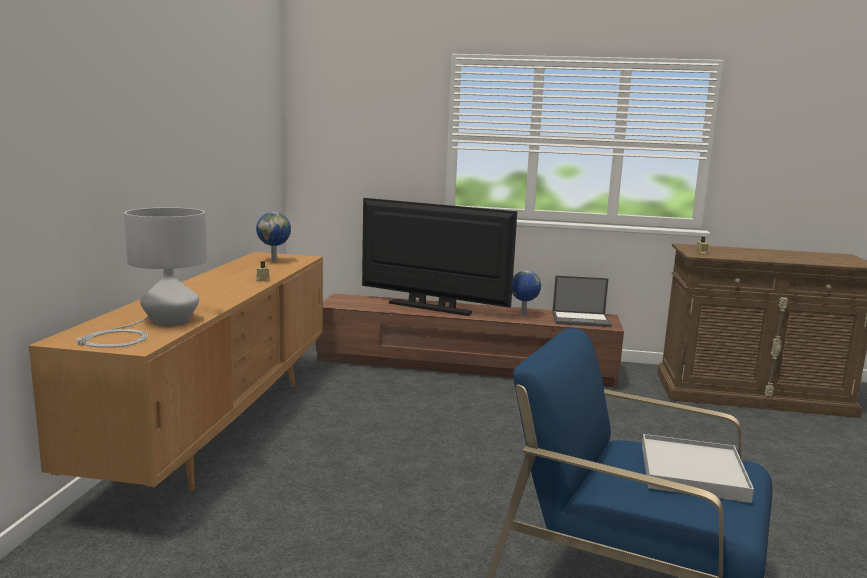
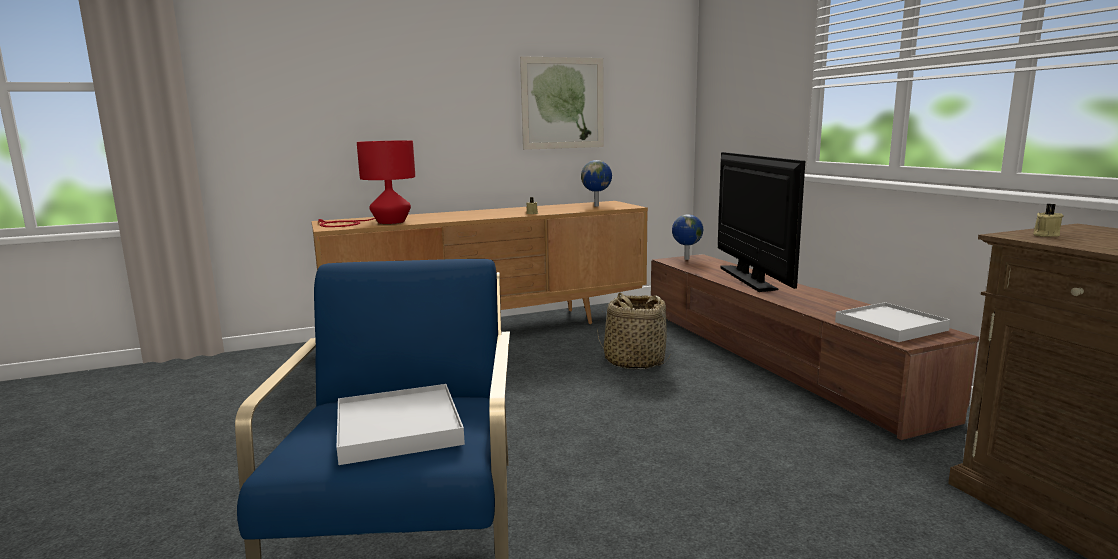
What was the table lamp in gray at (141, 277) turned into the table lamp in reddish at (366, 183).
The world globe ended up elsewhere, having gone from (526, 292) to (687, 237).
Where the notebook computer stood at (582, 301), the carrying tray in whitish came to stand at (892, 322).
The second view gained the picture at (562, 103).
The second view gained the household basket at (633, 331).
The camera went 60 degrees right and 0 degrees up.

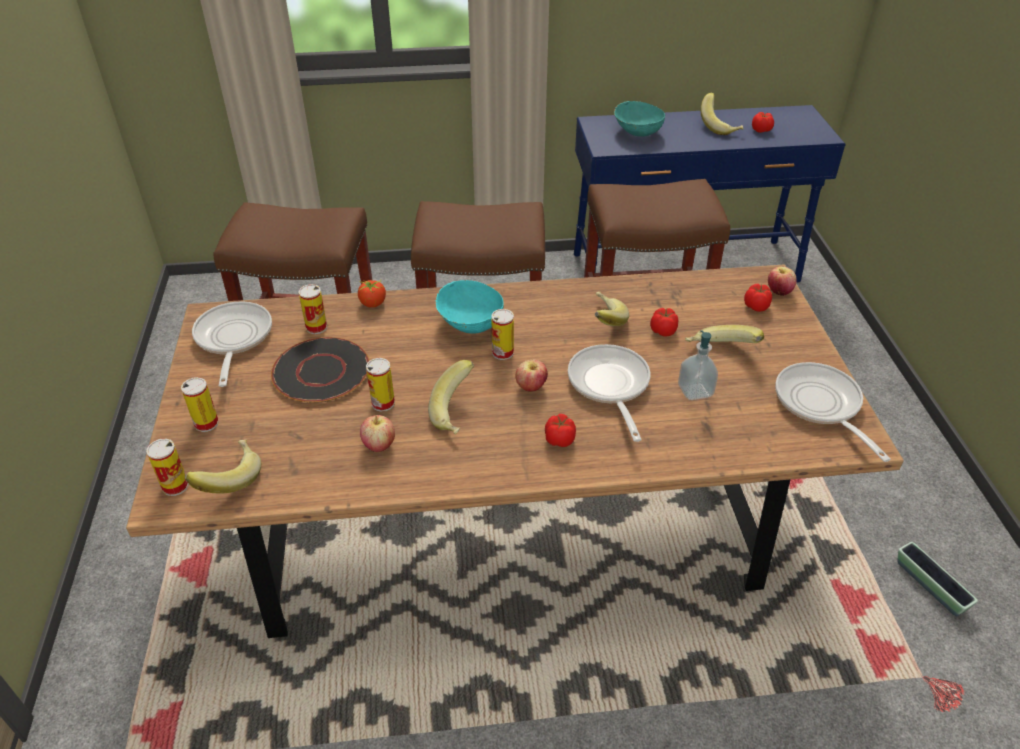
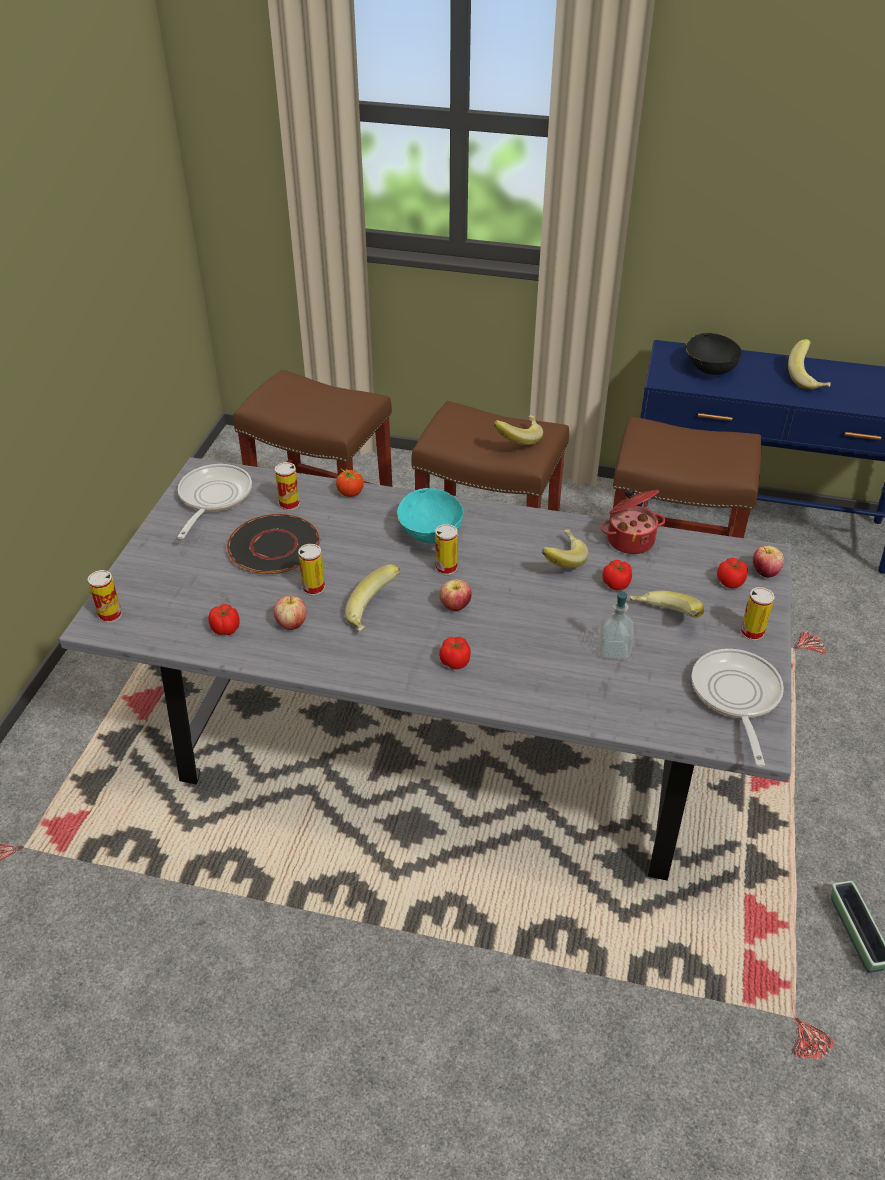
What was the deep dish in turquoise-coloured at (639, 119) turned into the deep dish in black at (714, 354).
The whole tomato ended up elsewhere, having gone from (763, 122) to (224, 619).
What was the dining table in brownish at (515, 451) turned into the dining table in gray at (425, 669).
The second view lost the skillet at (609, 393).
The can ended up elsewhere, having gone from (200, 404) to (757, 614).
The banana fruit ended up elsewhere, having gone from (223, 466) to (518, 430).
The second view gained the stockpot at (633, 521).
The camera went 20 degrees right and 0 degrees up.

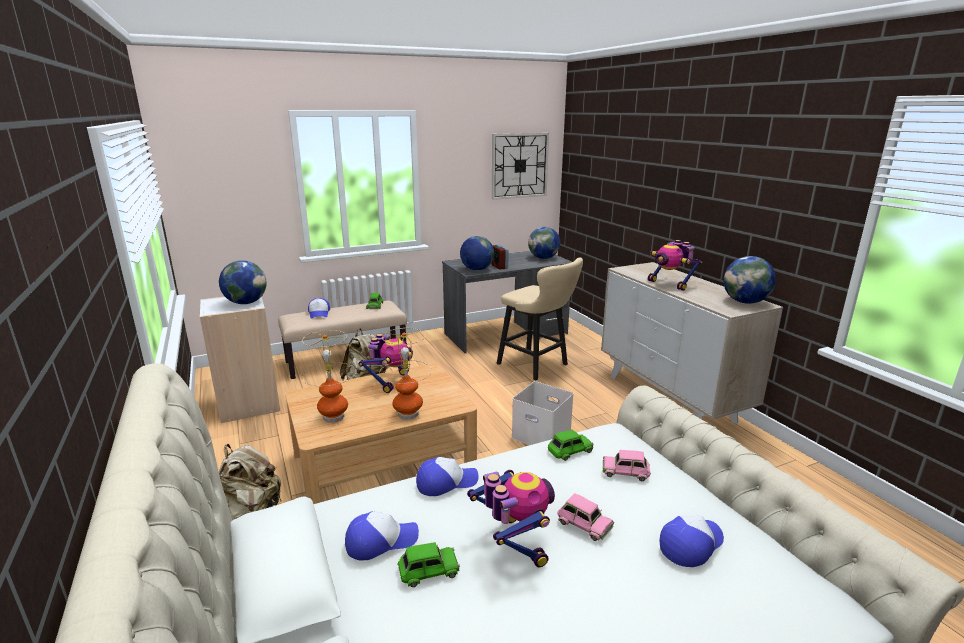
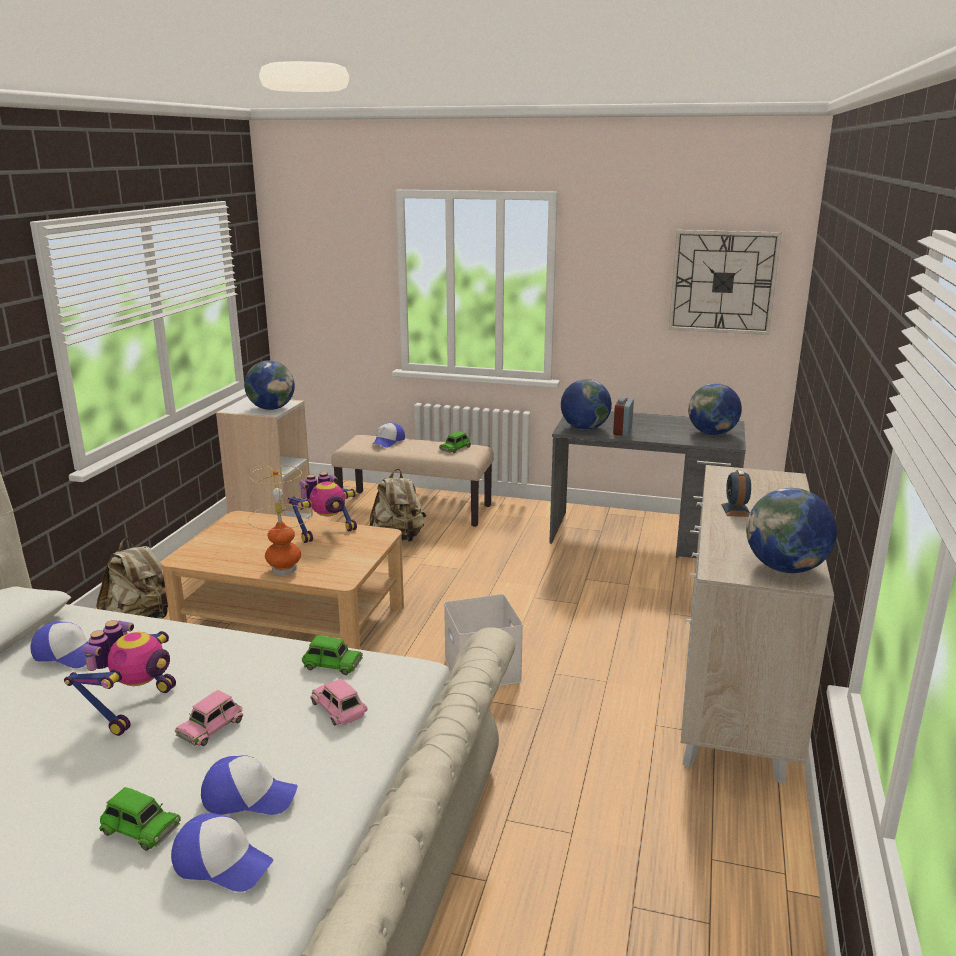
Where the toy robot stood at (675, 265), the bedside clock came to stand at (736, 493).
The second view lost the sitting stool in beige-coloured at (539, 319).
The second view lost the table lamp at (328, 376).
The baseball cap ended up elsewhere, having gone from (447, 476) to (222, 852).
The model car in pink at (586, 517) ended up facing another way, 45 degrees clockwise from before.
The model car in green-coloured ended up elsewhere, having gone from (428, 564) to (140, 819).
The camera went 40 degrees right and 0 degrees up.

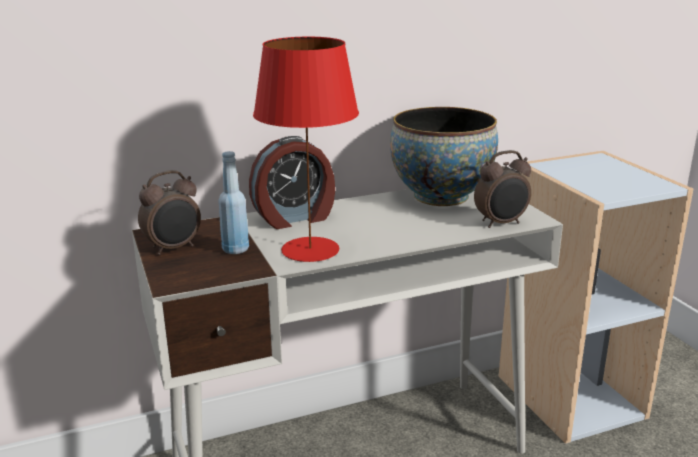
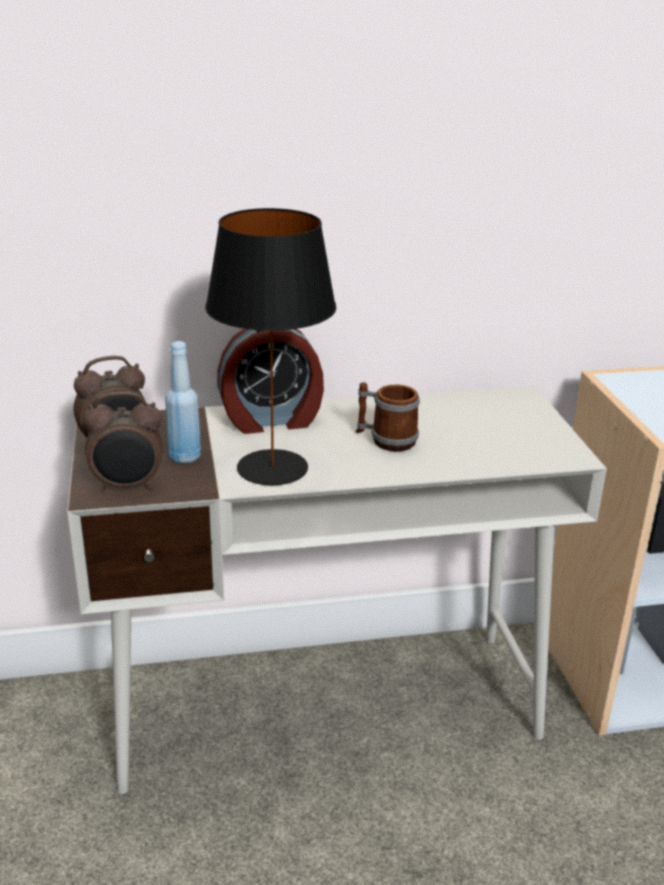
What was the table lamp in reddish at (306, 149) turned into the table lamp in black at (270, 347).
The second view lost the deep dish at (444, 156).
The bedside clock ended up elsewhere, having gone from (502, 189) to (123, 441).
The second view gained the coffee mug at (388, 416).
The camera went 10 degrees right and 5 degrees up.

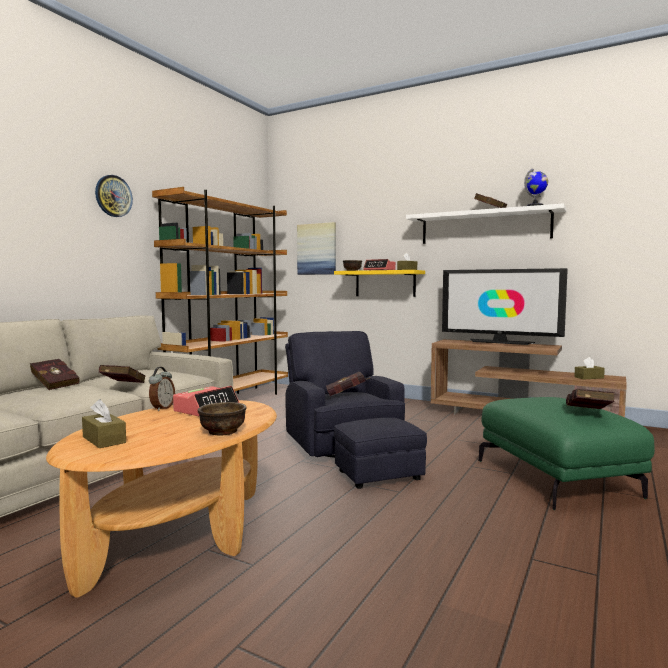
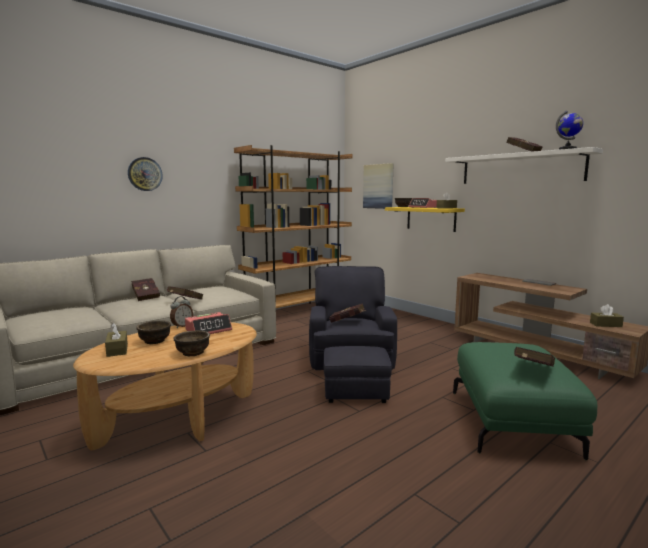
The wall clock ended up elsewhere, having gone from (114, 196) to (145, 174).
The second view lost the TV set at (505, 306).
The second view gained the deep dish in brownish at (153, 332).
The camera went 20 degrees right and 5 degrees up.

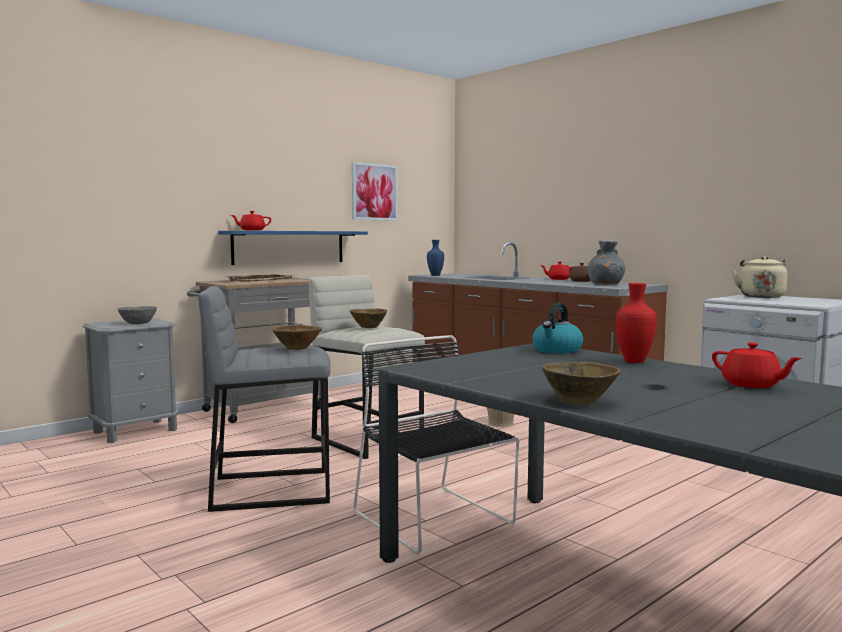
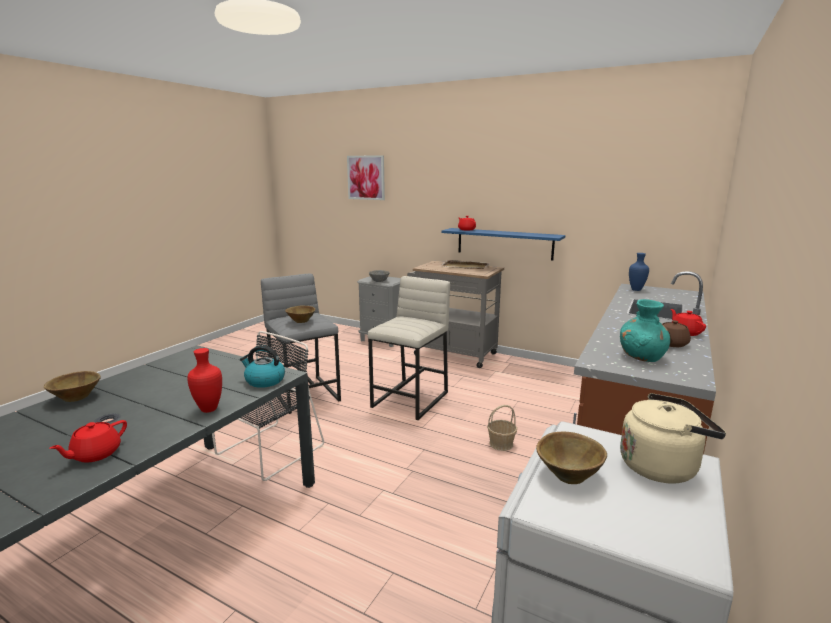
The picture ended up elsewhere, having gone from (375, 191) to (366, 177).
What was the decorative vase in gray at (606, 262) turned into the decorative vase in turquoise-coloured at (645, 330).
The deep dish in brownish ended up elsewhere, having gone from (368, 318) to (571, 457).
The camera went 70 degrees right and 10 degrees up.

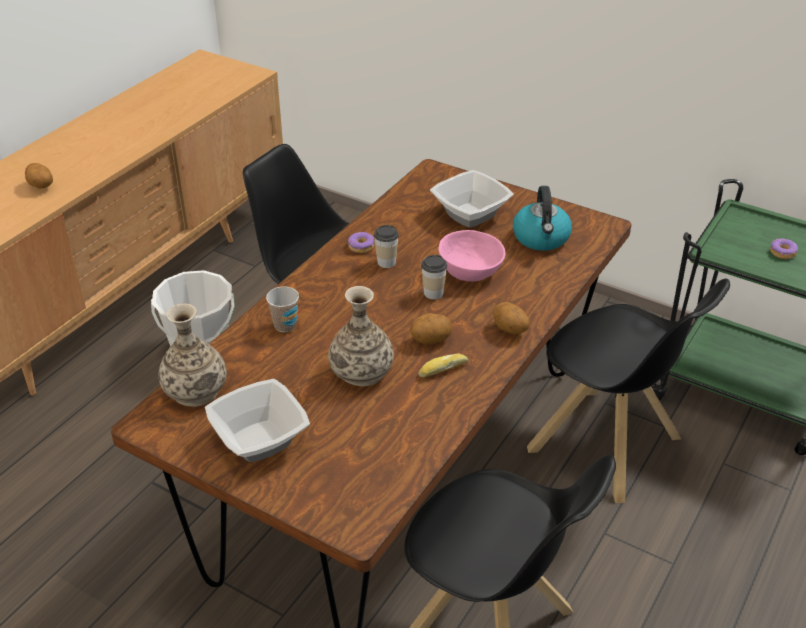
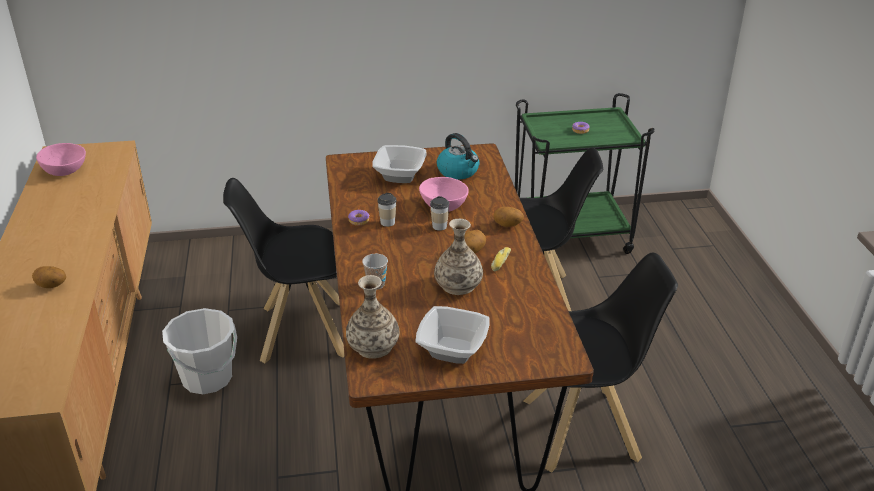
The second view gained the deep dish in pink at (61, 159).
The camera went 40 degrees left and 5 degrees down.

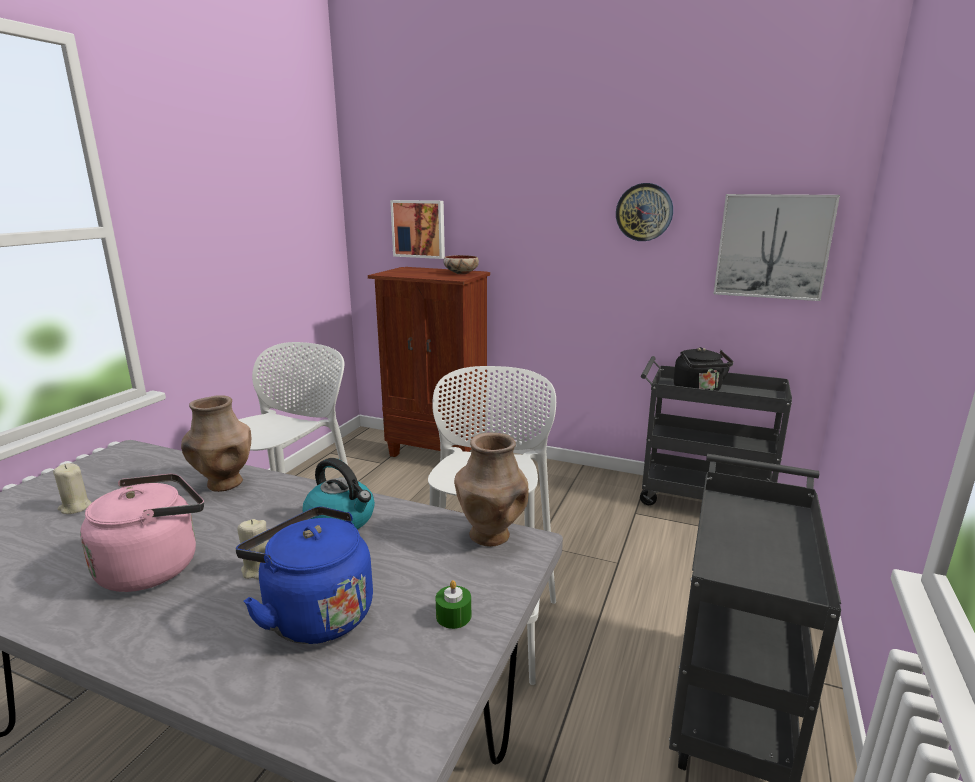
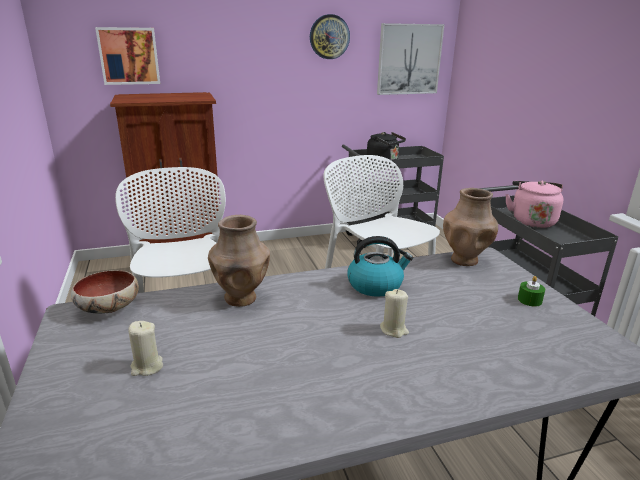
The deep dish ended up elsewhere, having gone from (461, 264) to (105, 292).
The tea kettle in pink ended up elsewhere, having gone from (142, 533) to (534, 204).
The second view lost the tea kettle in bluish at (304, 575).
The camera went 40 degrees left and 5 degrees up.

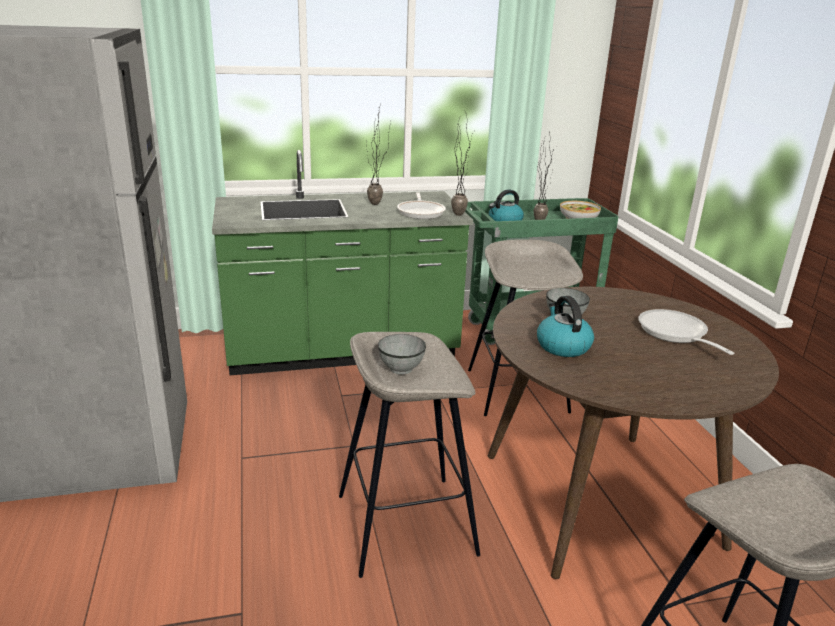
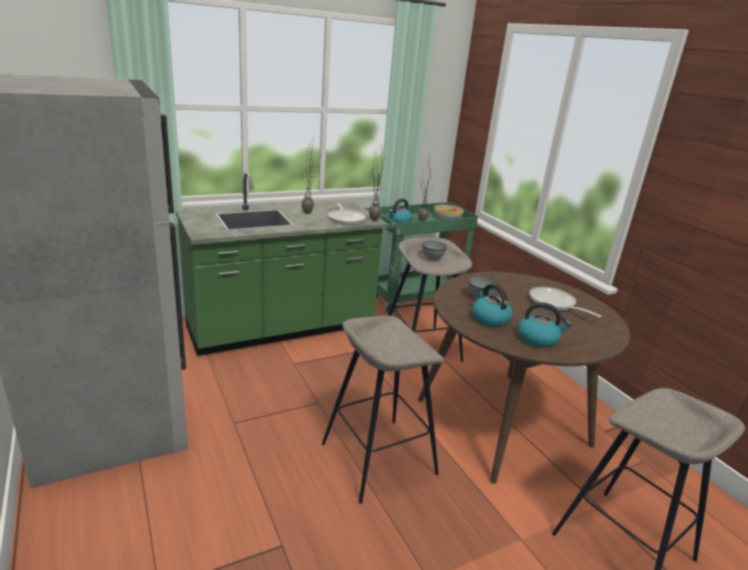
The deep dish in gray ended up elsewhere, having gone from (402, 354) to (434, 251).
The second view gained the tea kettle at (544, 325).
The camera went 15 degrees left and 0 degrees up.

